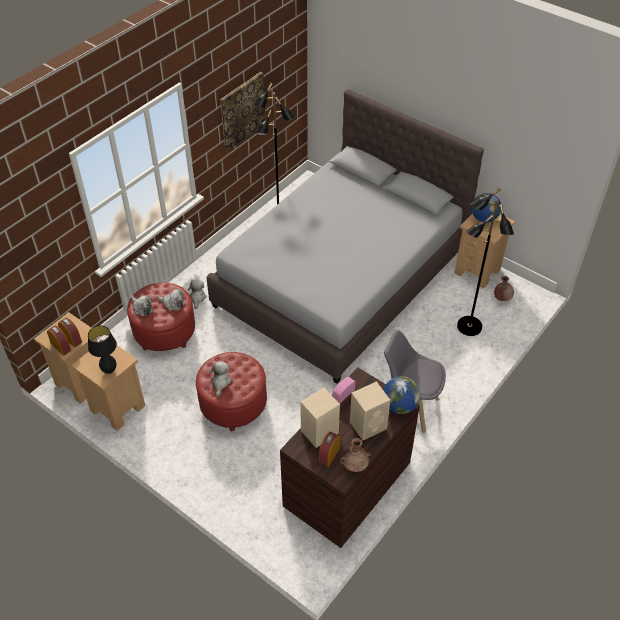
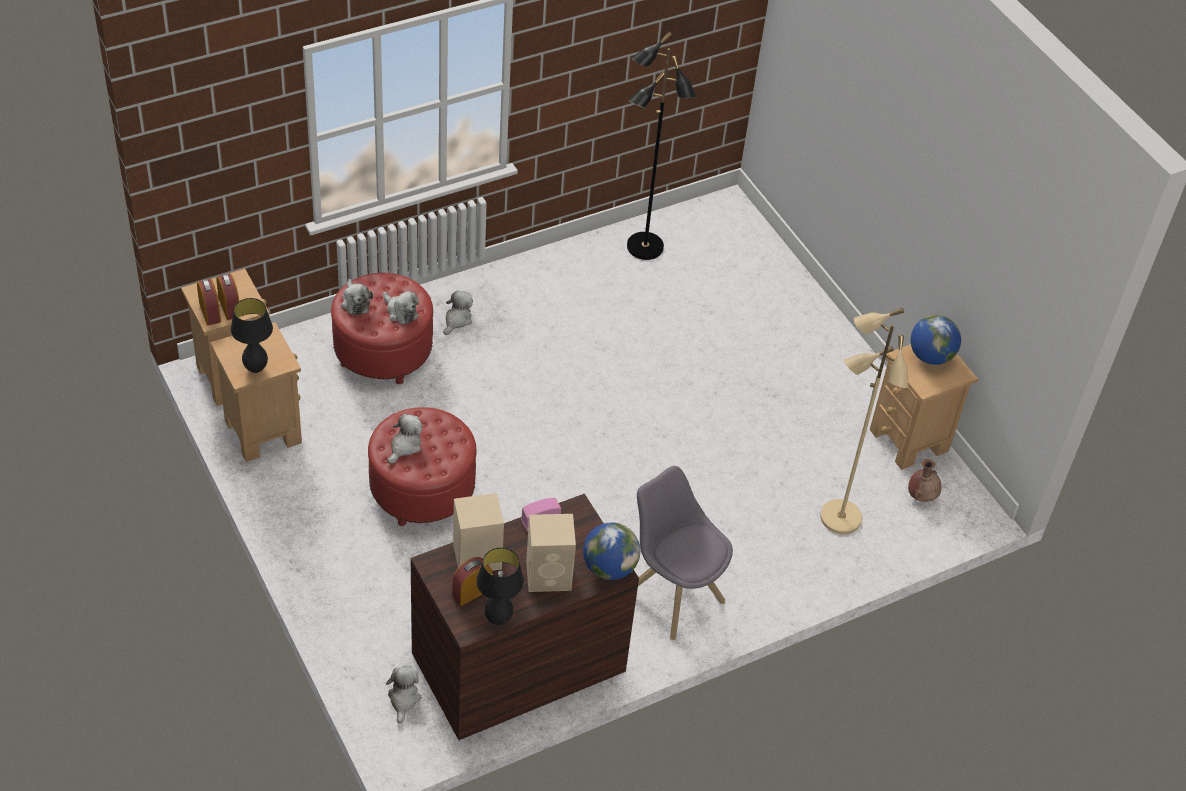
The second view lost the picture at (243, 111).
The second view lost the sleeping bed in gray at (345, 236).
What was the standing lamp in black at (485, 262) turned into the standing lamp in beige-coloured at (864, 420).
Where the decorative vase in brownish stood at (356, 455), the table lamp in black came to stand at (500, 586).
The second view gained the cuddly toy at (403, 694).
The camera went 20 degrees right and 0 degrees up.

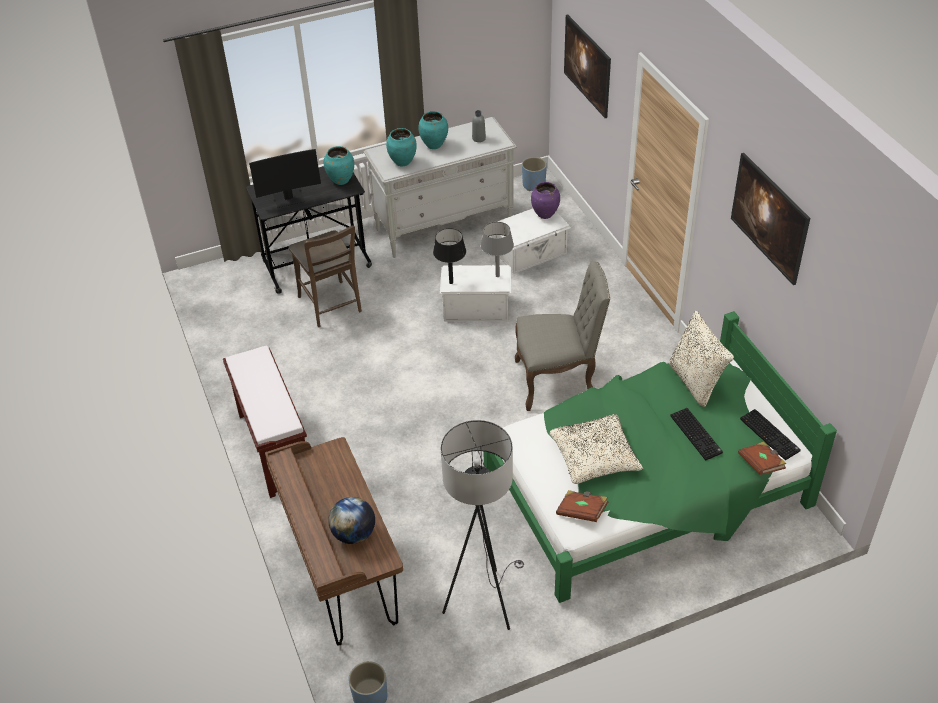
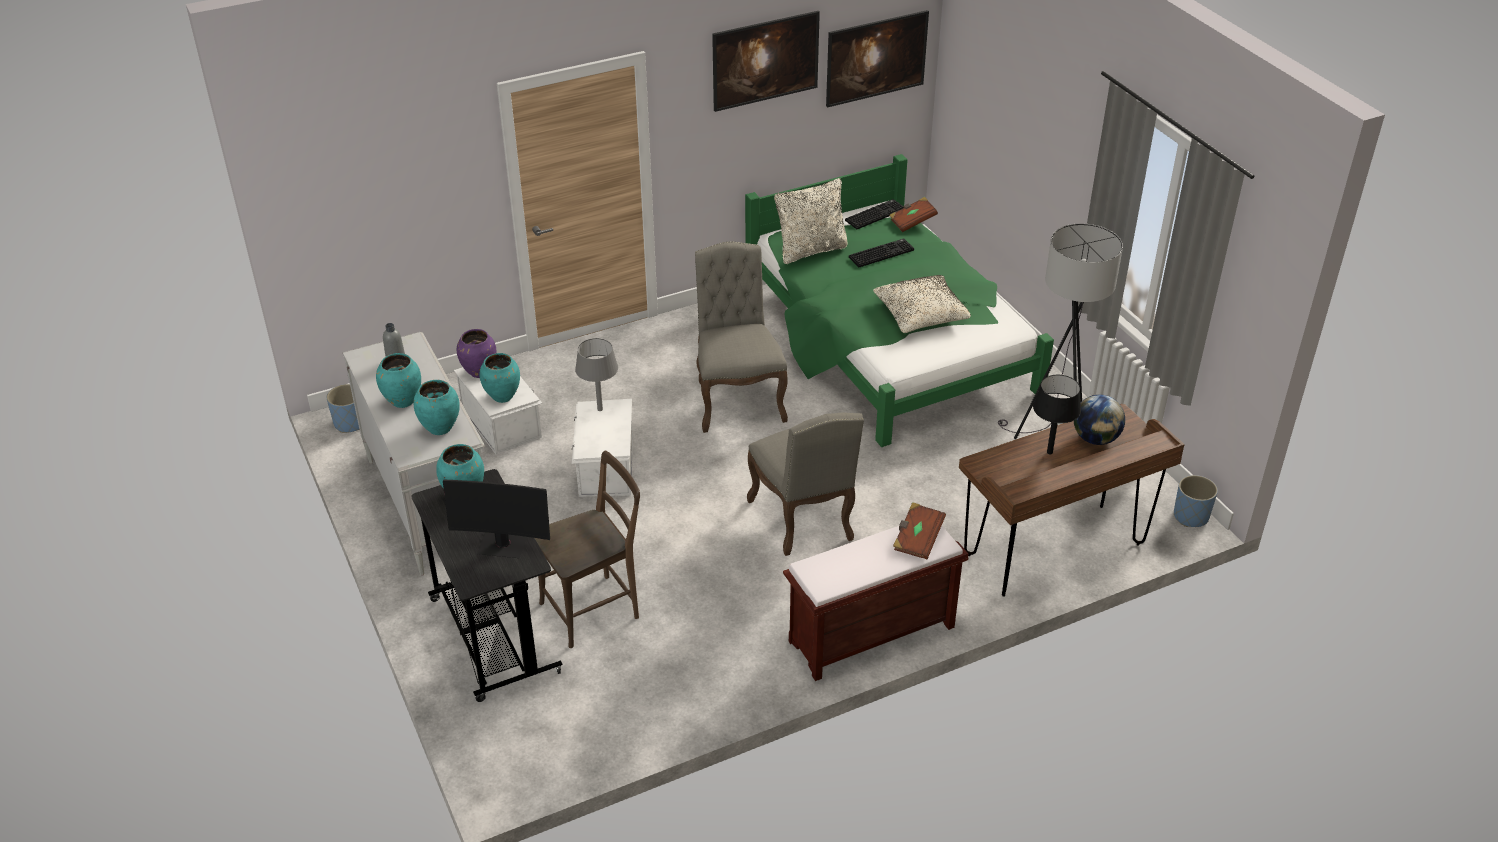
The picture ended up elsewhere, having gone from (587, 66) to (877, 59).
The computer display at (285, 178) ended up facing another way, 120 degrees clockwise from before.
The table lamp in black ended up elsewhere, having gone from (449, 256) to (1057, 415).
The volume in brownish ended up elsewhere, having gone from (582, 506) to (919, 530).
The second view gained the decorative vase in turquoise-coloured at (500, 378).
The second view gained the upright chair in gray at (805, 484).
The camera went 95 degrees left and 5 degrees down.

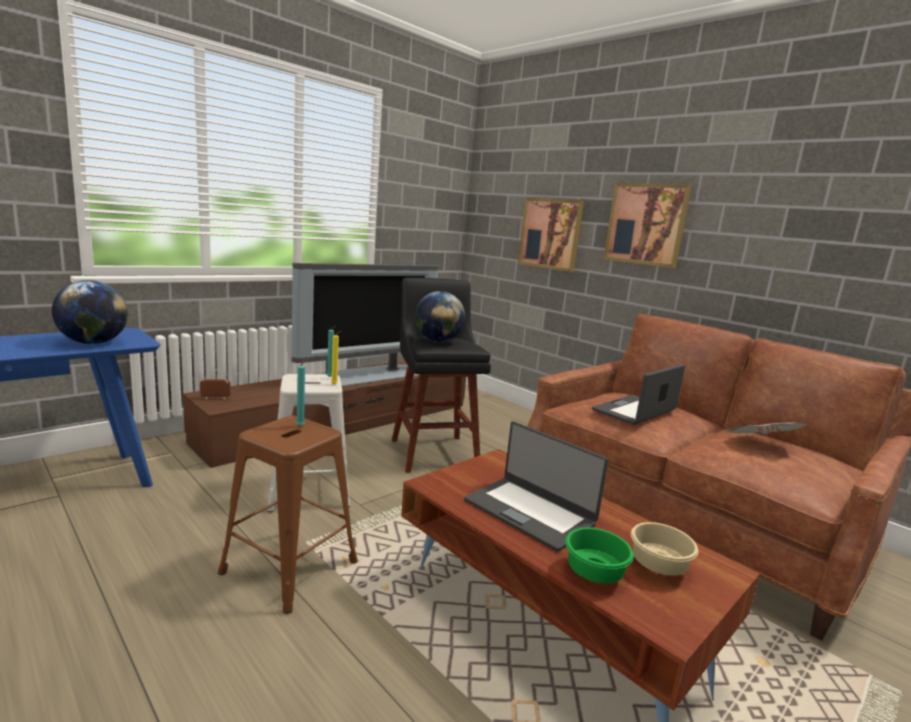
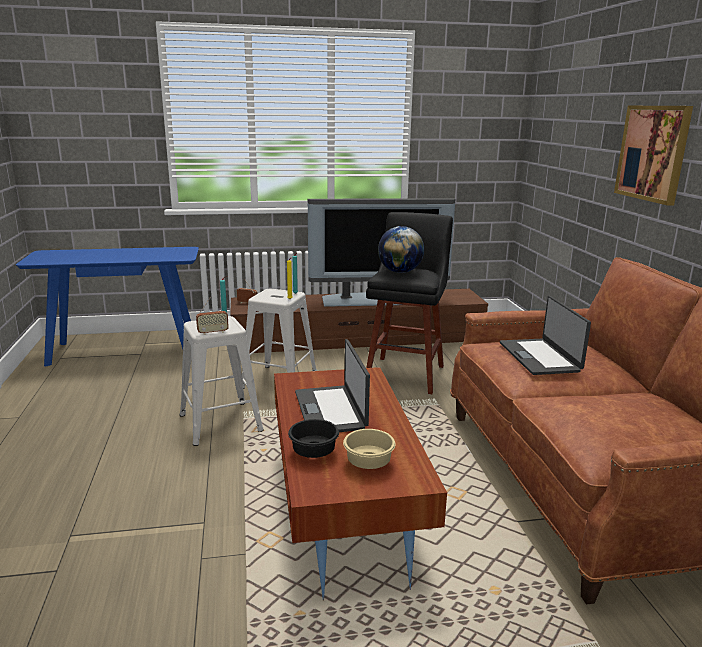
The second view lost the picture at (551, 235).
The second view lost the world globe at (90, 312).
The notebook computer at (638, 394) ended up facing another way, 90 degrees counterclockwise from before.
What was the sitting stool in brownish at (288, 515) turned into the sitting stool in whitish at (222, 381).
The second view lost the newspaper at (767, 428).
What was the deep dish in green-coloured at (599, 555) turned into the deep dish in black at (313, 438).
The second view gained the radio receiver at (212, 316).
The camera went 35 degrees right and 5 degrees up.

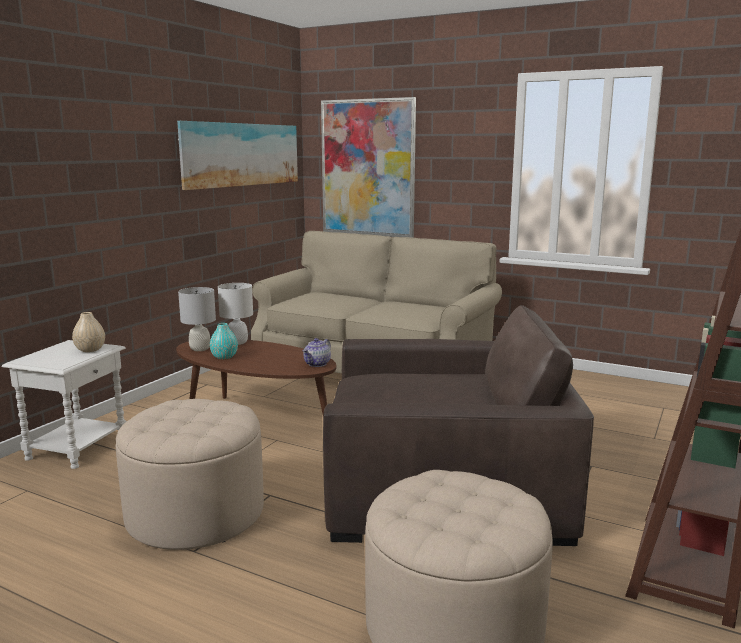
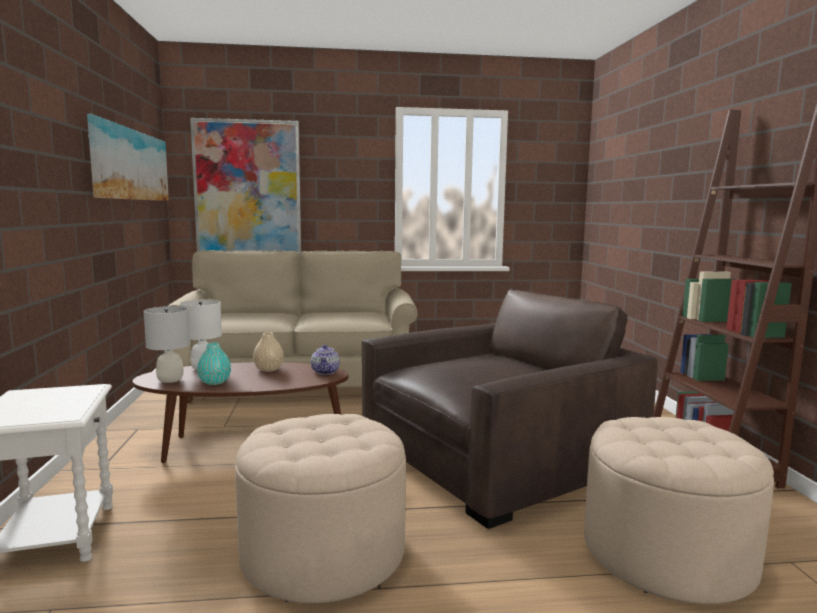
The decorative vase in beige-coloured ended up elsewhere, having gone from (88, 332) to (268, 352).
The camera went 35 degrees left and 5 degrees down.

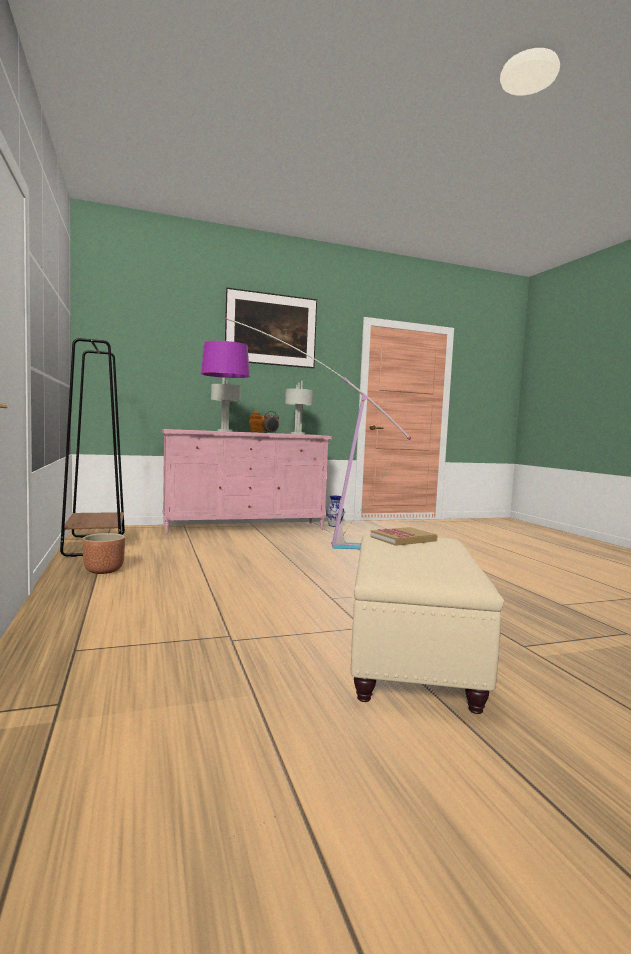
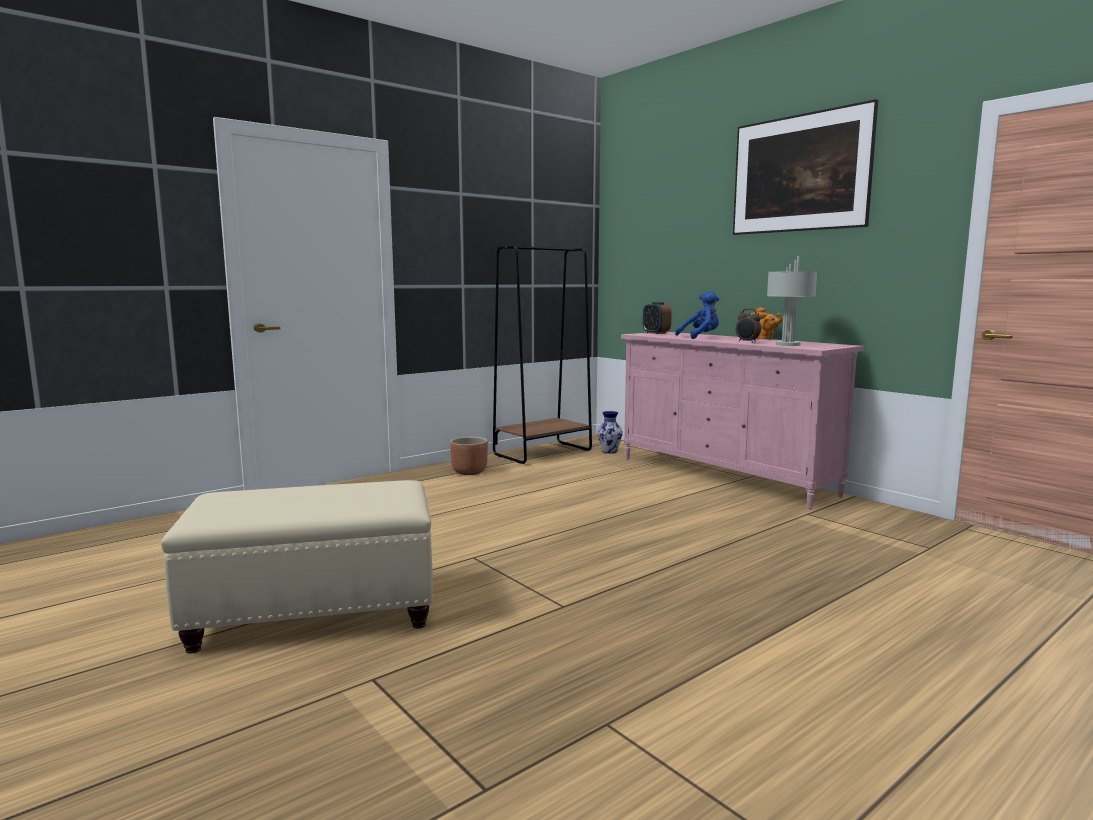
The second view lost the standing lamp at (306, 433).
Where the table lamp in gray stood at (226, 404), the cuddly toy in bluish came to stand at (697, 315).
The decorative vase ended up elsewhere, having gone from (335, 511) to (610, 432).
The second view lost the volume at (403, 536).
The second view gained the bedside clock at (657, 318).
The camera went 70 degrees right and 5 degrees up.

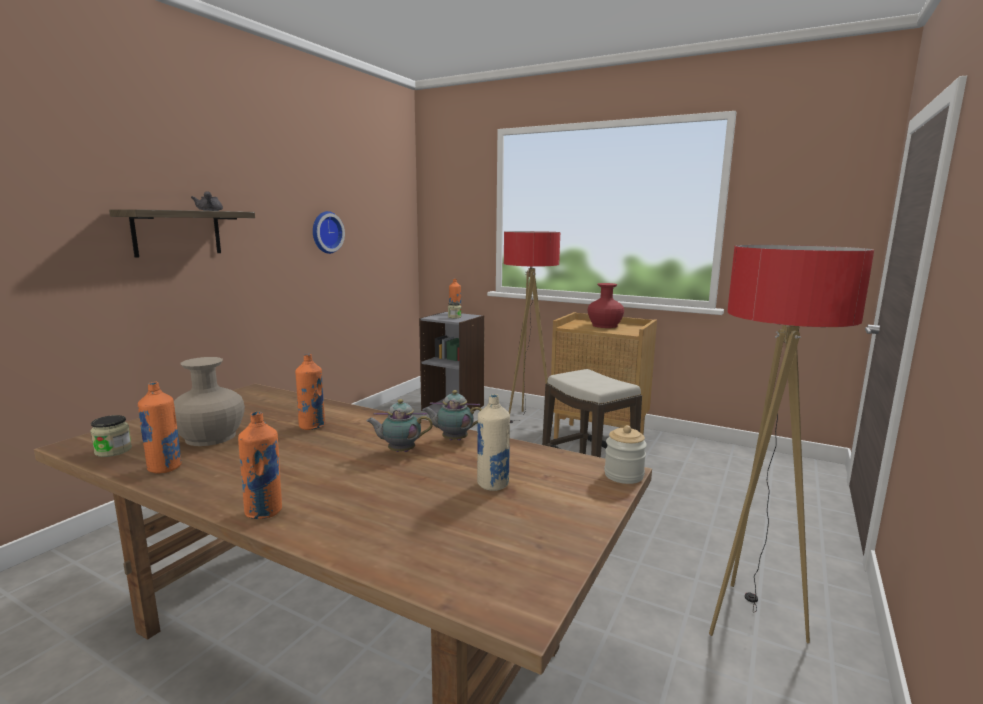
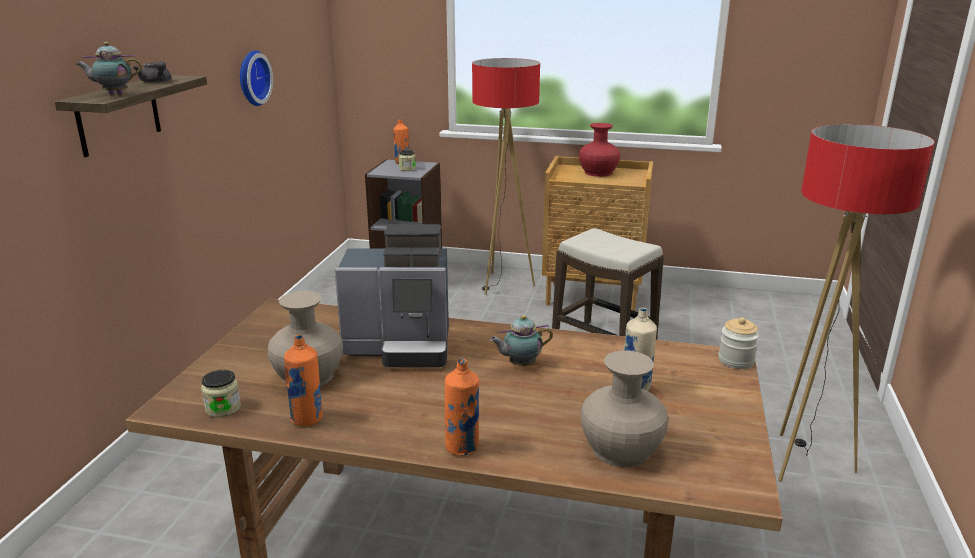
Where the beverage bottle in orange-coloured stood at (310, 392), the coffee brewer came to stand at (392, 295).
The teapot ended up elsewhere, having gone from (452, 415) to (109, 68).
The second view gained the decorative vase in beige-coloured at (624, 408).
The camera went 15 degrees left and 10 degrees up.

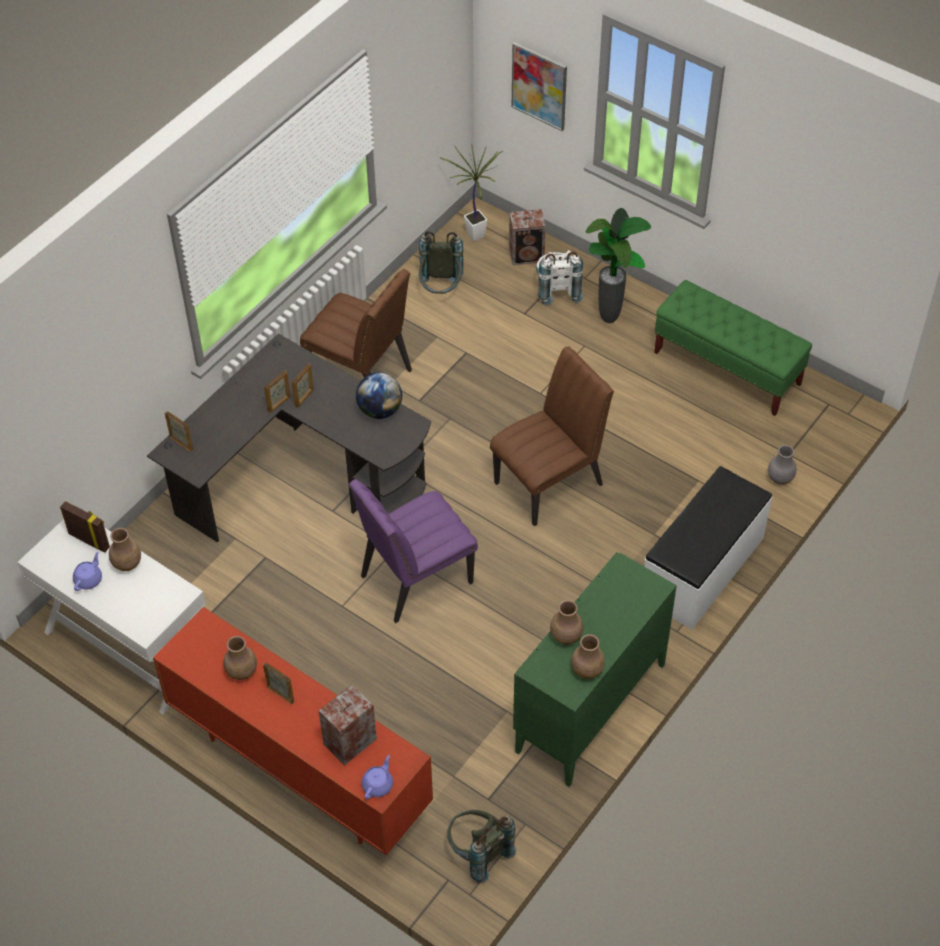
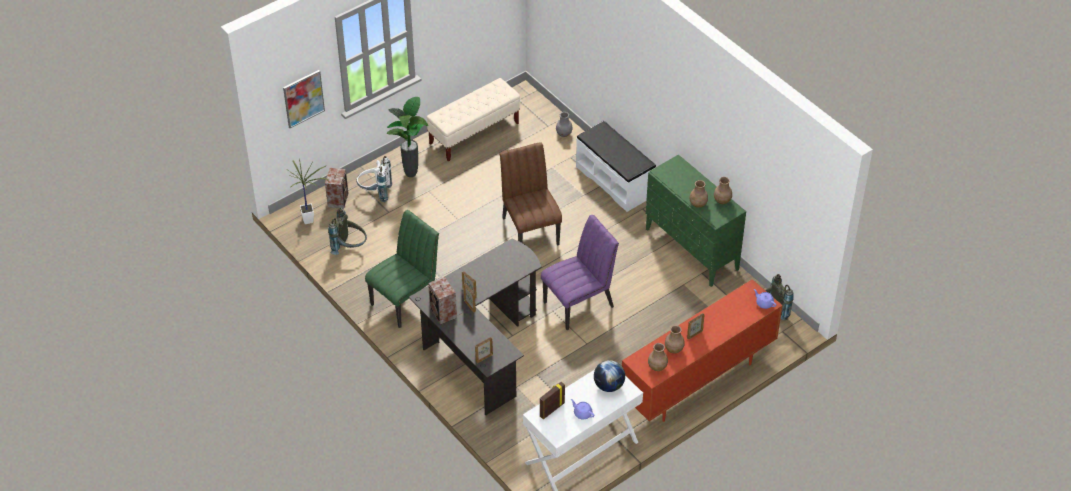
What was the upright chair in brownish at (356, 323) turned into the upright chair in green-coloured at (402, 269).
What was the indoor bench in green-coloured at (733, 348) turned into the indoor bench in beige-coloured at (473, 120).
The world globe ended up elsewhere, having gone from (379, 395) to (609, 376).
The upright chair in purple-coloured at (413, 551) ended up facing another way, 105 degrees counterclockwise from before.
The decorative vase in brownish ended up elsewhere, having gone from (125, 549) to (658, 357).
The loudspeaker ended up elsewhere, having gone from (348, 724) to (442, 301).
The camera went 75 degrees left and 5 degrees down.

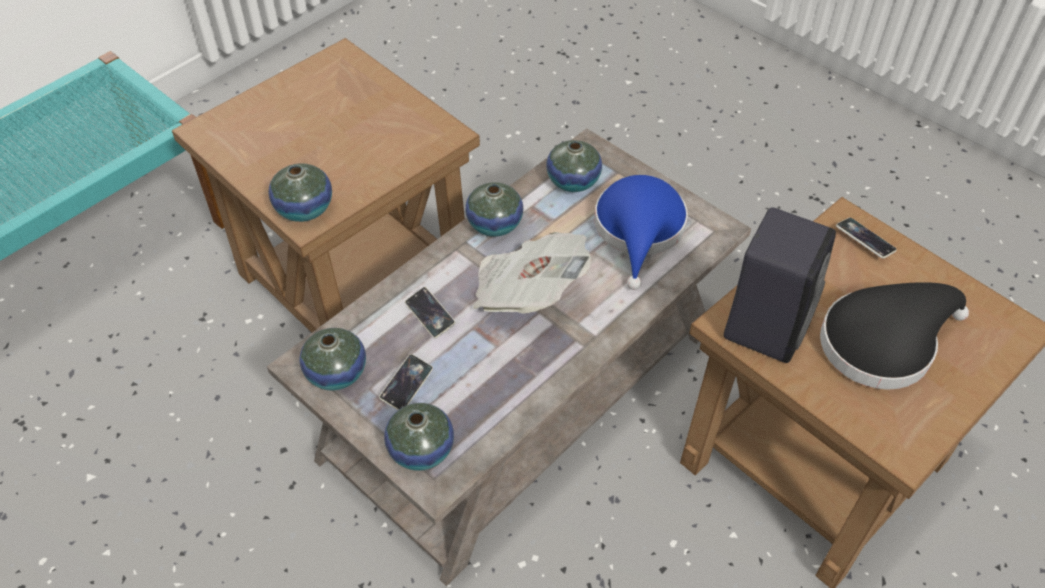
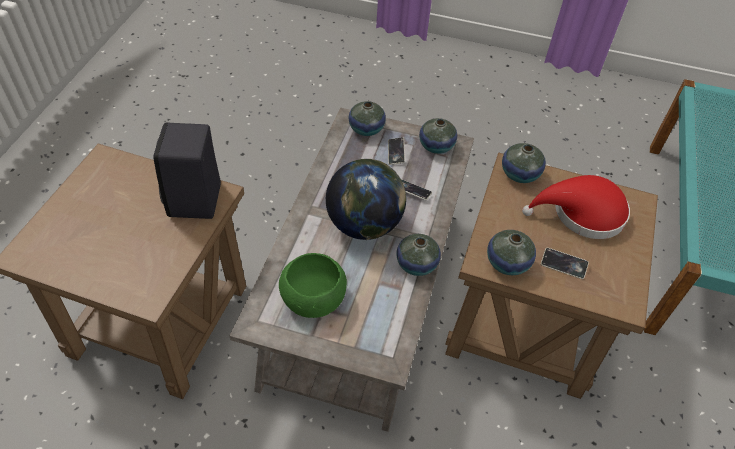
The decorative vase ended up elsewhere, having gone from (574, 166) to (511, 252).
Where the hat in bluish stood at (641, 232), the deep dish in green-coloured came to stand at (313, 285).
The telephone ended up elsewhere, having gone from (866, 238) to (565, 263).
Where the newspaper stood at (532, 273), the world globe came to stand at (366, 199).
The second view lost the hat in black at (894, 336).
The second view gained the hat in reddish at (576, 207).
The camera went 150 degrees right and 0 degrees up.

